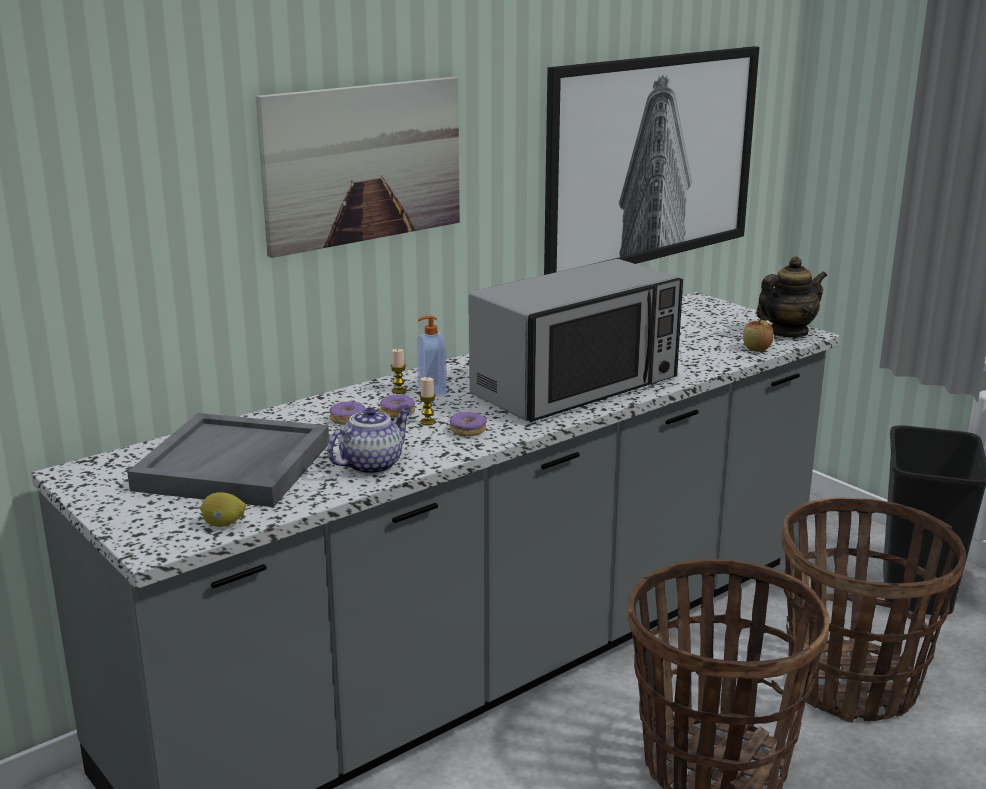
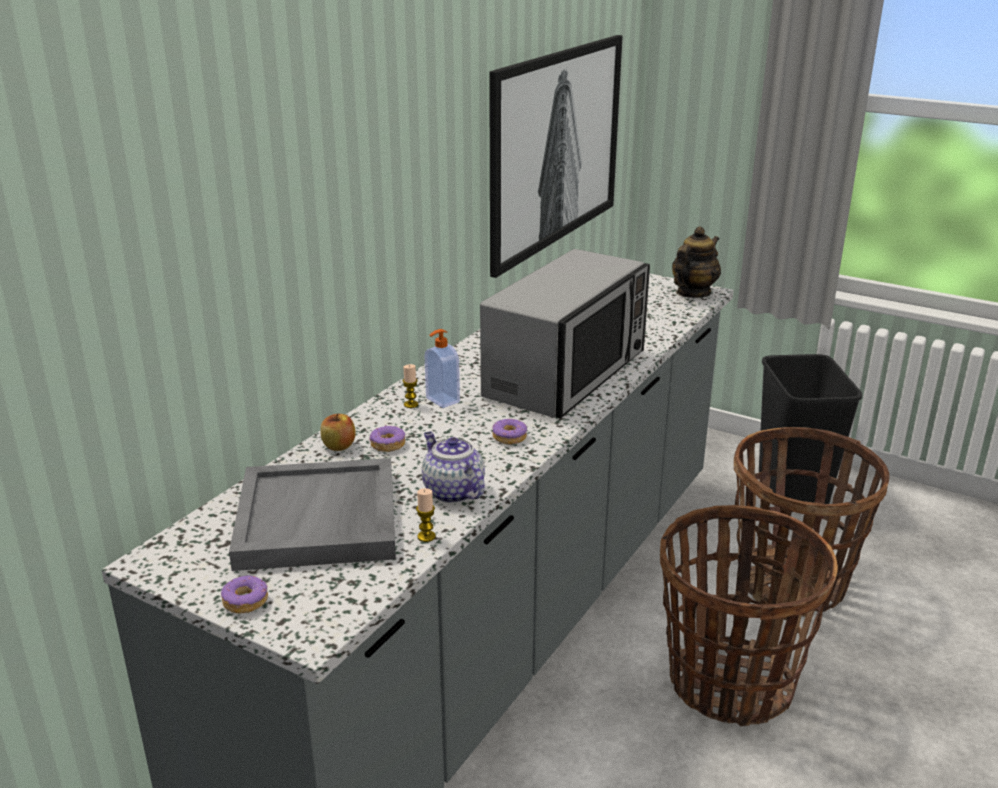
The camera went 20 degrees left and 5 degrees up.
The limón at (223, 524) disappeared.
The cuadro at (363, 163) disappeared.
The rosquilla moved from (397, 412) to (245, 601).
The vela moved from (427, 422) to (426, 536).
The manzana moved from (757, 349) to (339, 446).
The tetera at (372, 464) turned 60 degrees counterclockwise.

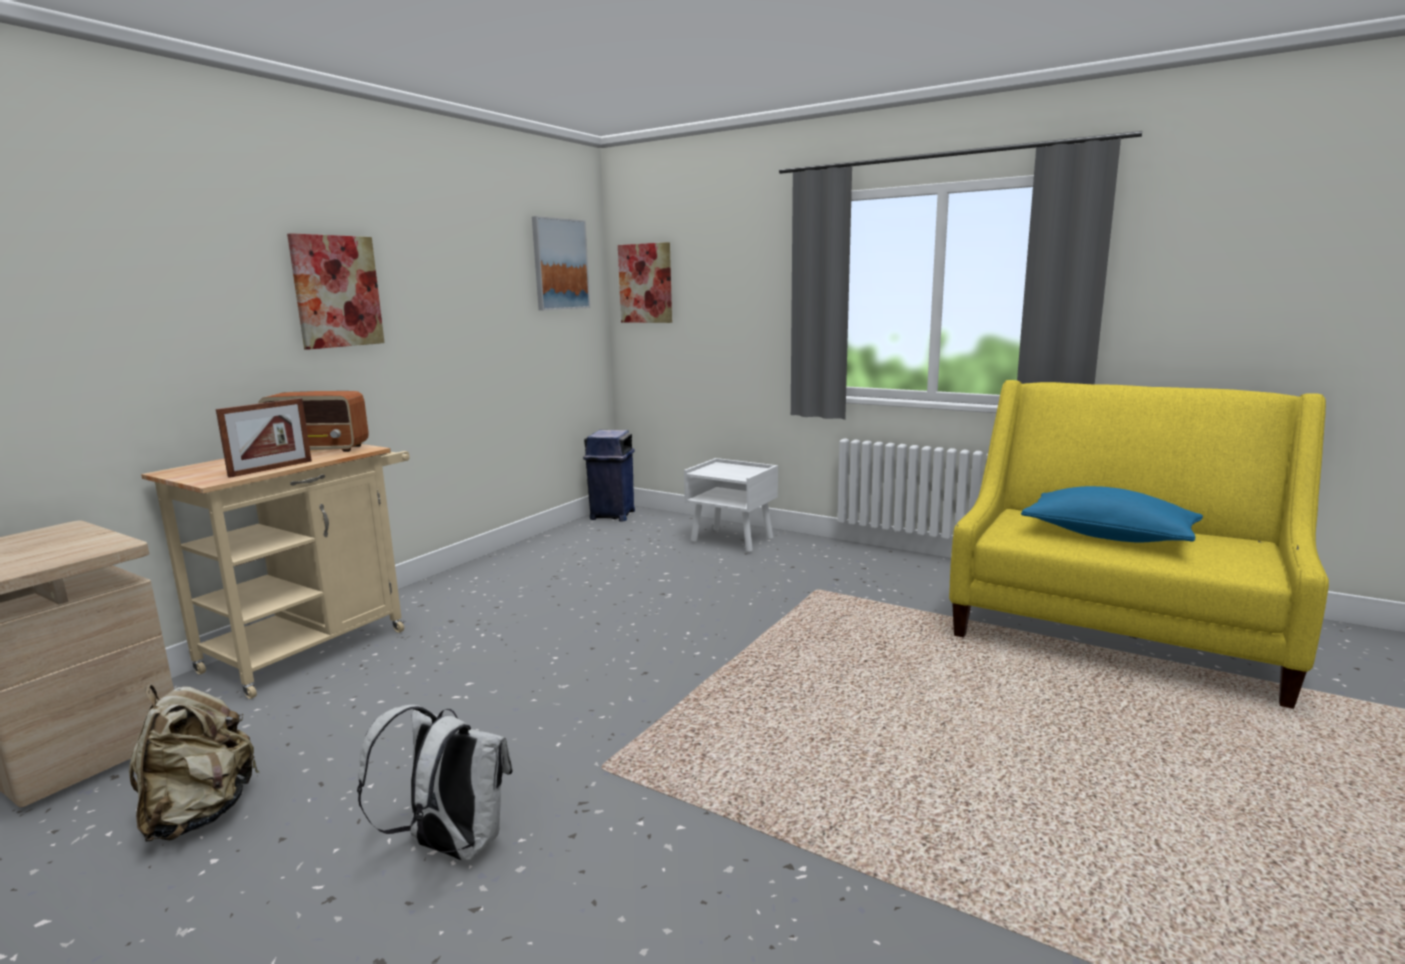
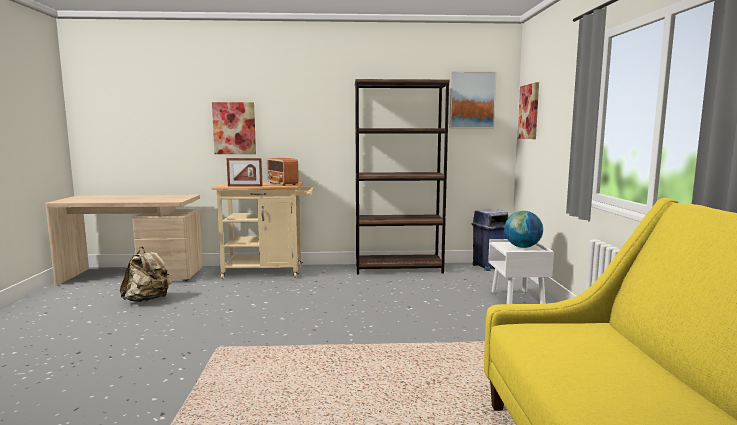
The camera went 55 degrees right and 5 degrees down.
The mochila [blanco] at (450, 846) disappeared.
The cojín [azul] at (1108, 536) disappeared.
The estantería [marrón] at (399, 268) appeared.
The globo terráqueo at (522, 247) appeared.
The cuadro moved from (337, 291) to (234, 128).

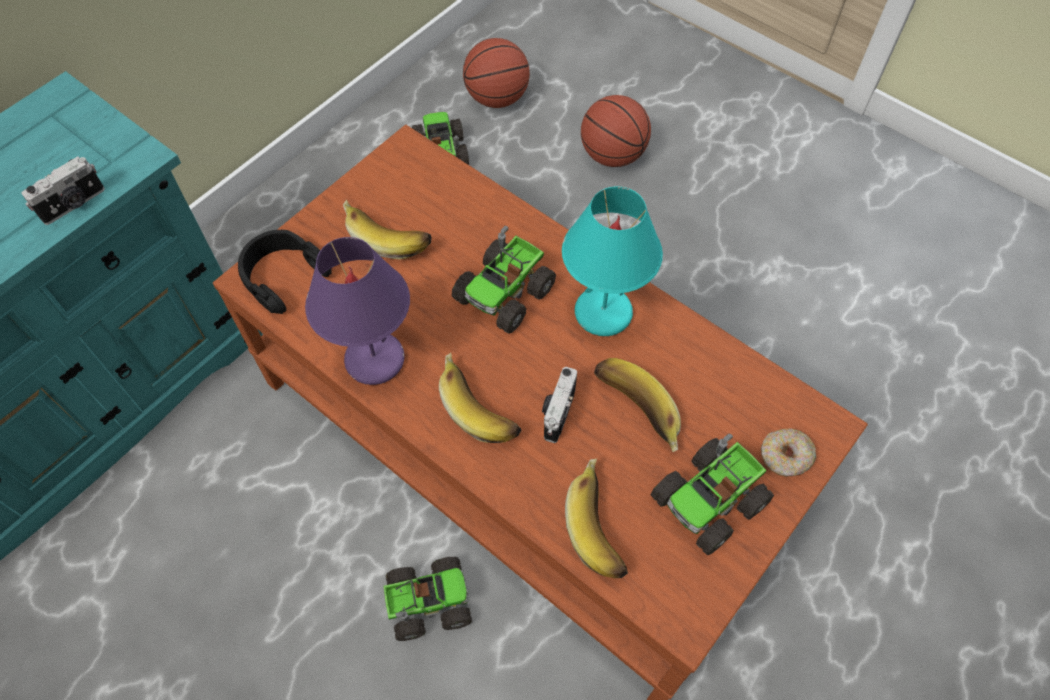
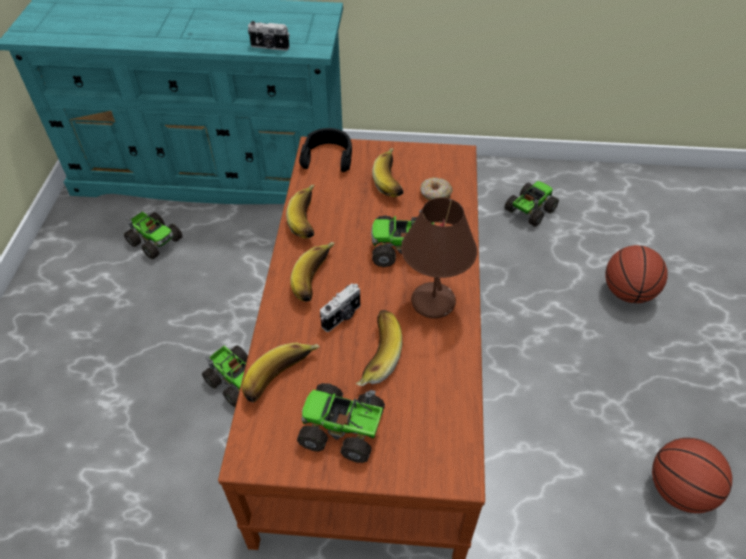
The camera went 55 degrees right and 10 degrees down.
The camión de juguete at (155, 240) appeared.
The balón de baloncesto moved from (497, 98) to (678, 489).
The rosquilla moved from (785, 457) to (435, 194).
The lámpara de mesa [morado] at (376, 359) was replaced by the plátano at (309, 220).
The lámpara de mesa [turquesa] at (604, 312) became the lámpara de mesa [marrón] at (434, 302).
The cámara at (557, 412) turned 150 degrees clockwise.

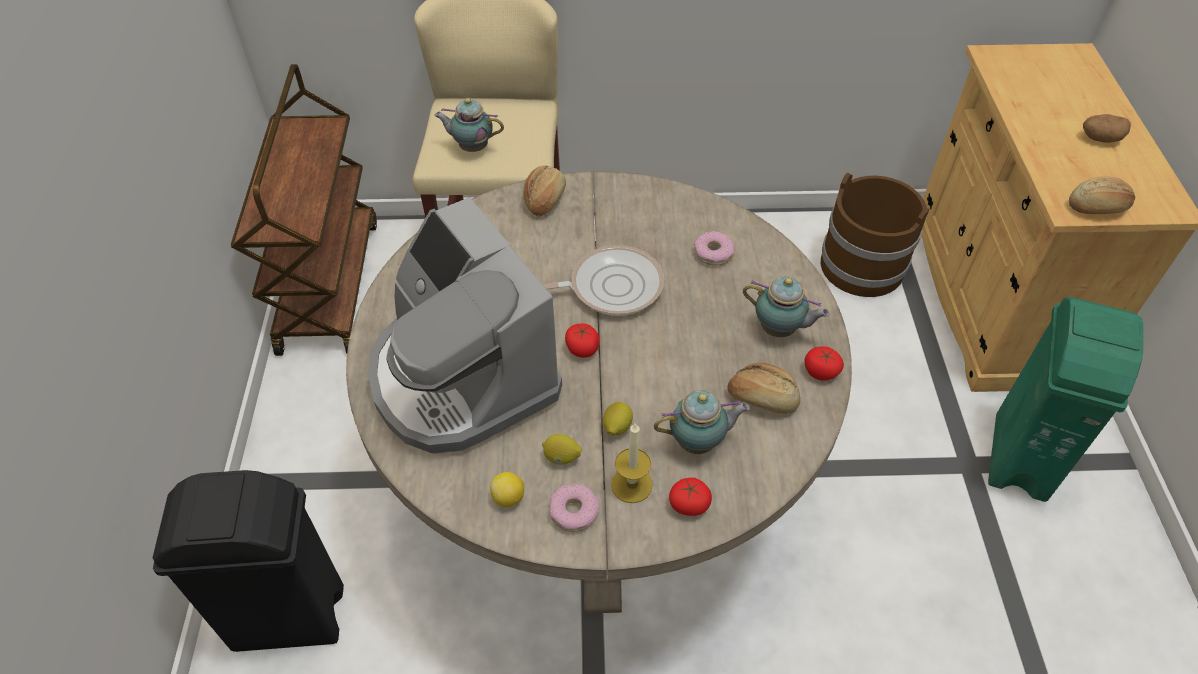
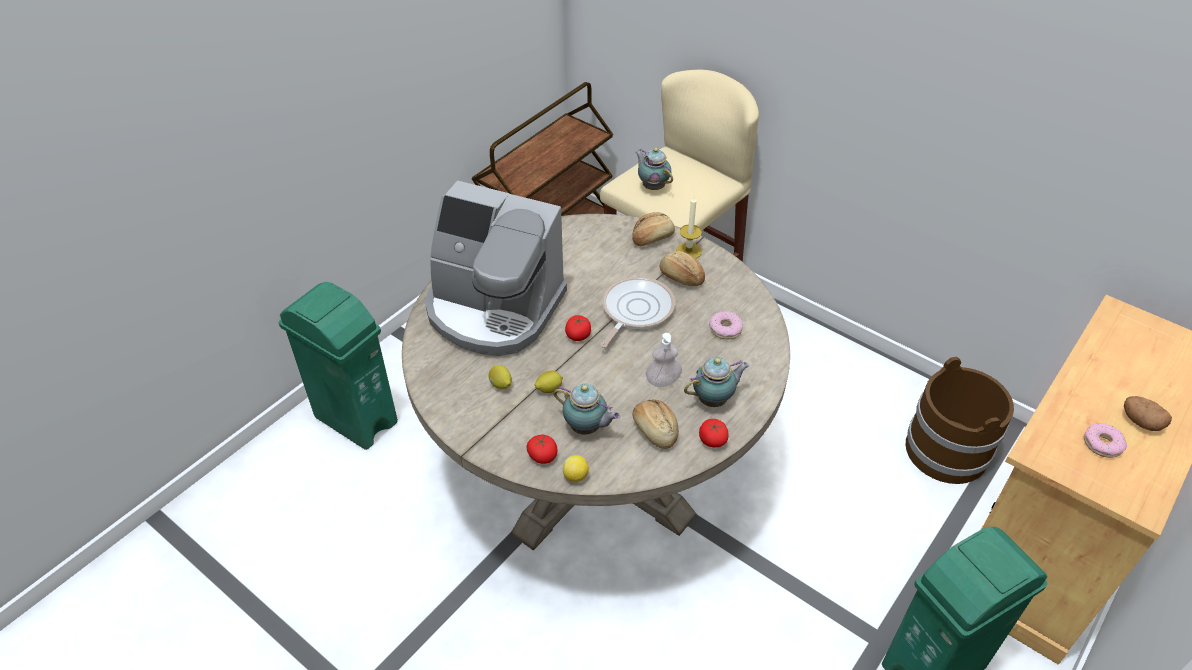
The camera went 40 degrees right and 5 degrees down.
The dispensador de jabón at (663, 380) appeared.
The limón moved from (508, 497) to (576, 476).
The rosquilla moved from (574, 511) to (1102, 444).
The vela moved from (631, 484) to (688, 251).
The pan moved from (1098, 208) to (681, 277).
The papelera [negro] at (288, 617) became the papelera [verde] at (356, 419).
The cafetera at (461, 378) turned 75 degrees counterclockwise.
The sartén at (610, 286) turned 90 degrees counterclockwise.
The tetera at (779, 330) turned 90 degrees counterclockwise.

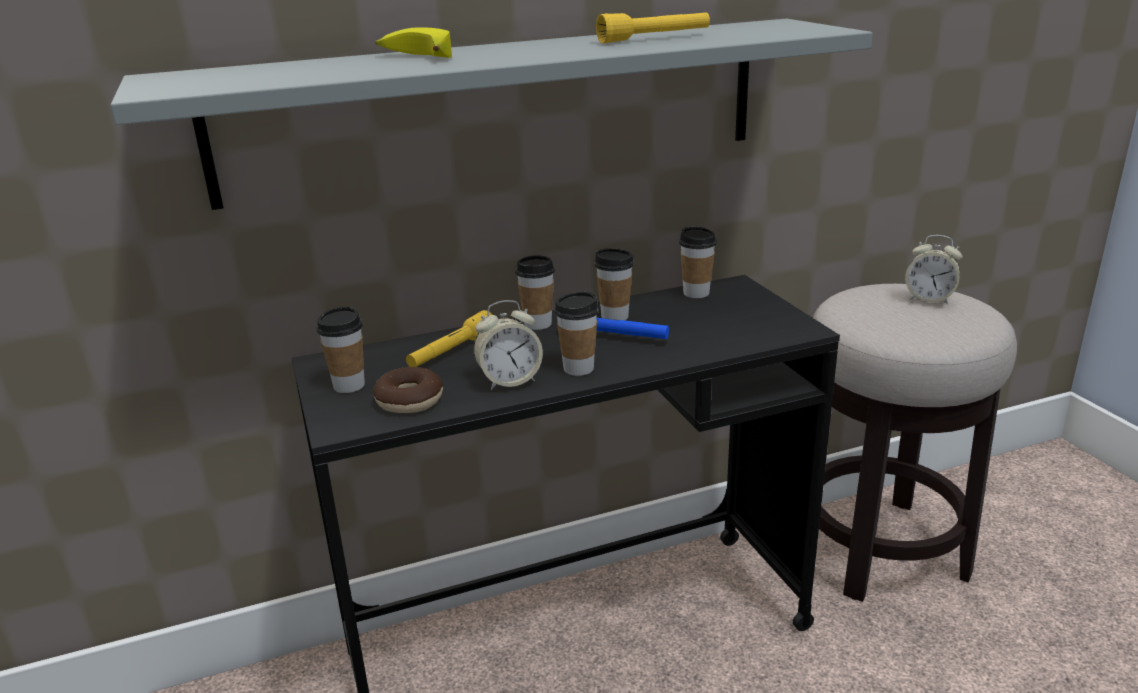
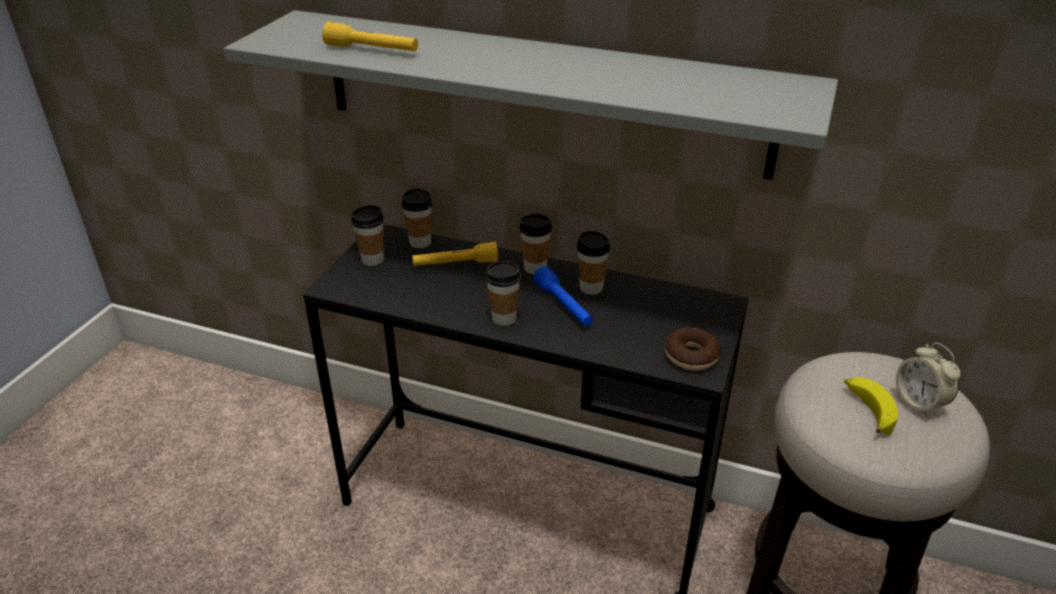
The camera went 40 degrees right and 10 degrees up.
The despertador at (509, 381) disappeared.
The rosquilla moved from (409, 400) to (691, 356).
The plátano moved from (415, 57) to (867, 410).
The linterna [amarillo] moved from (654, 38) to (372, 50).
The taza moved from (696, 293) to (420, 242).

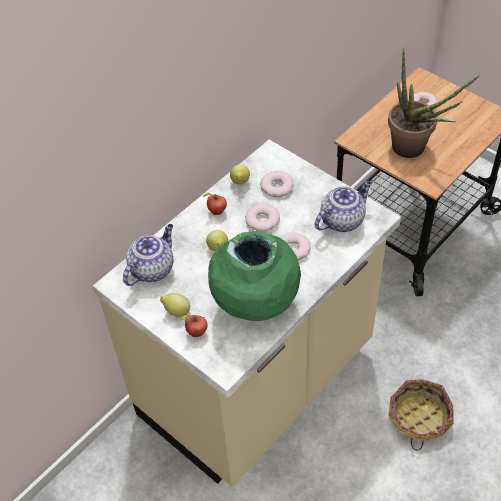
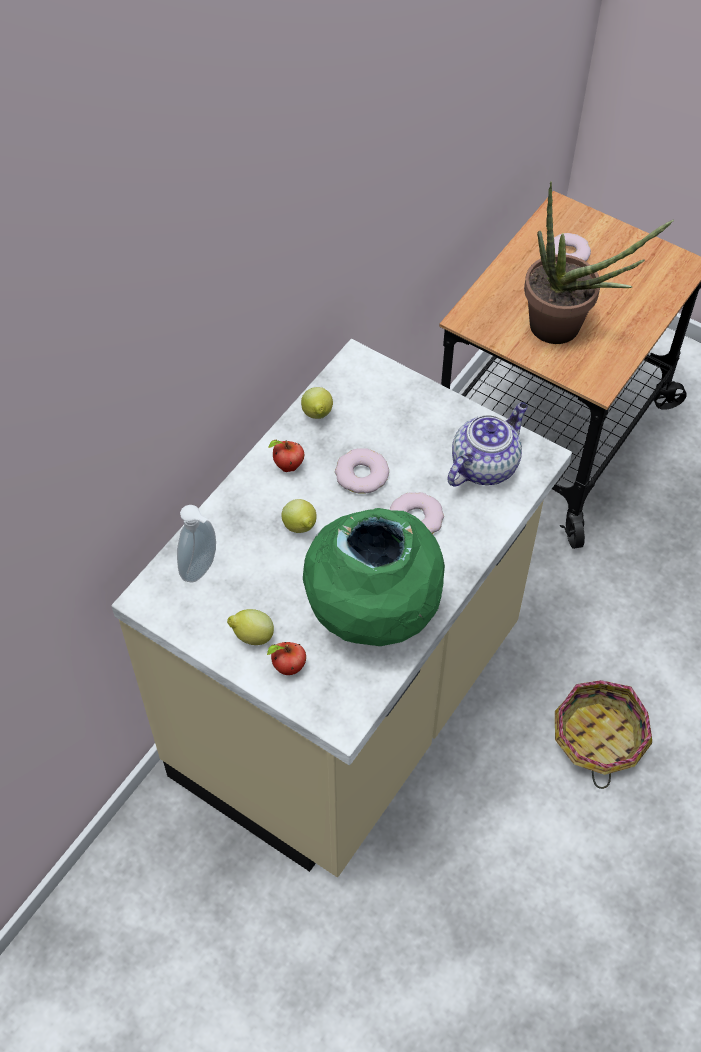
The camera went 10 degrees left and 5 degrees up.
The rosquilla at (277, 187) disappeared.
The tetera at (152, 268) was replaced by the dispensador de jabón at (202, 569).

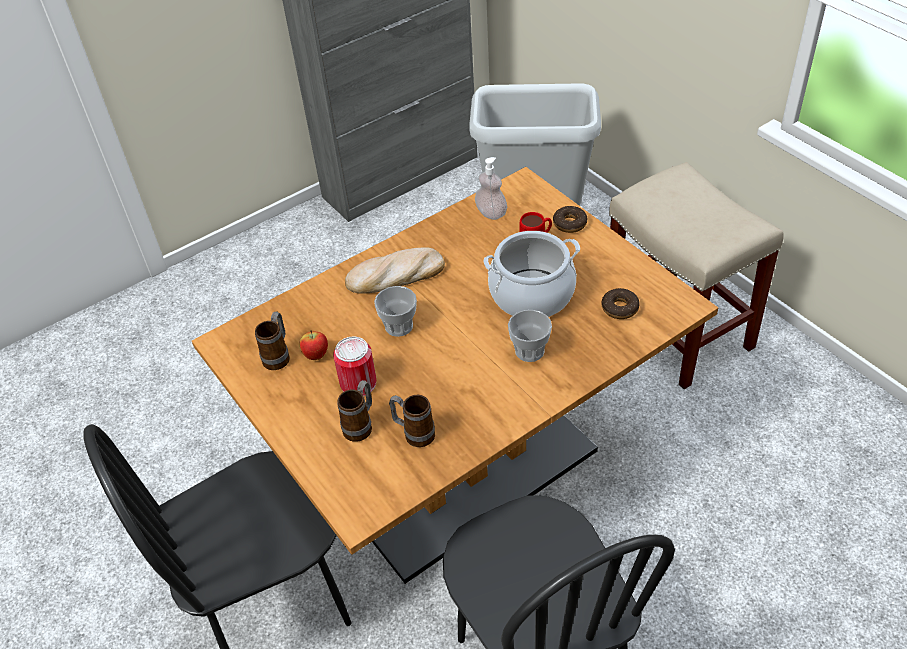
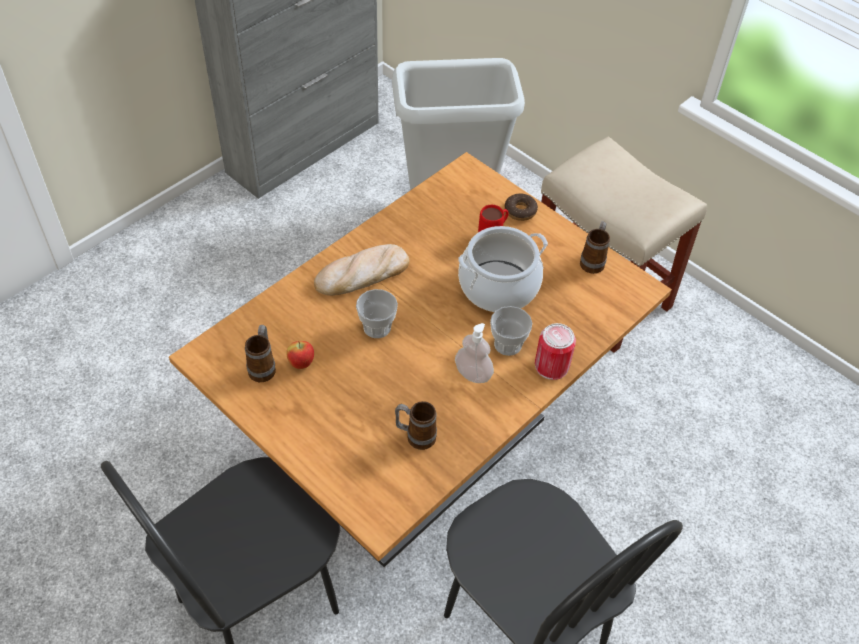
The camera went 15 degrees left and 5 degrees up.
The rosquilla at (619, 308) disappeared.
The lata moved from (358, 383) to (551, 366).
The taza grande moved from (361, 425) to (593, 261).
The dispensador de jabón moved from (491, 213) to (473, 374).

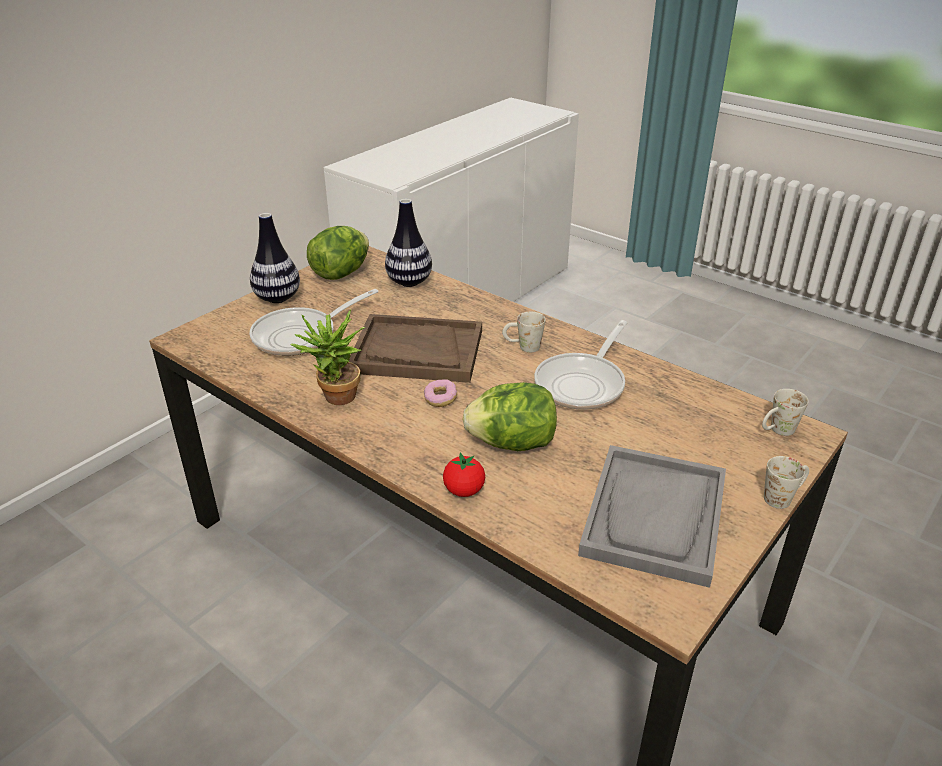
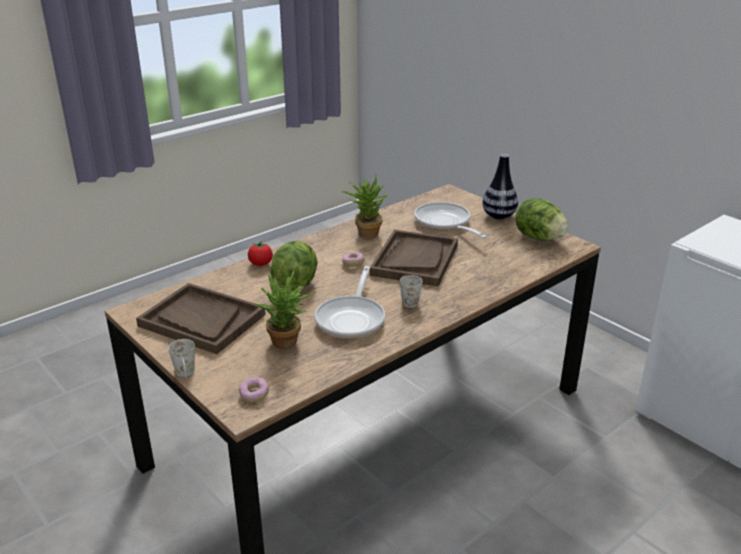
The camera went 100 degrees right and 5 degrees down.
The florero at (409, 282) disappeared.
The planta en maceta at (288, 344) appeared.
The taza grande [blanco] at (777, 431) was replaced by the rosquilla at (254, 395).
The bandeja [gris] at (655, 516) became the bandeja [marrón] at (201, 320).
The sartén at (583, 383) turned 120 degrees counterclockwise.

